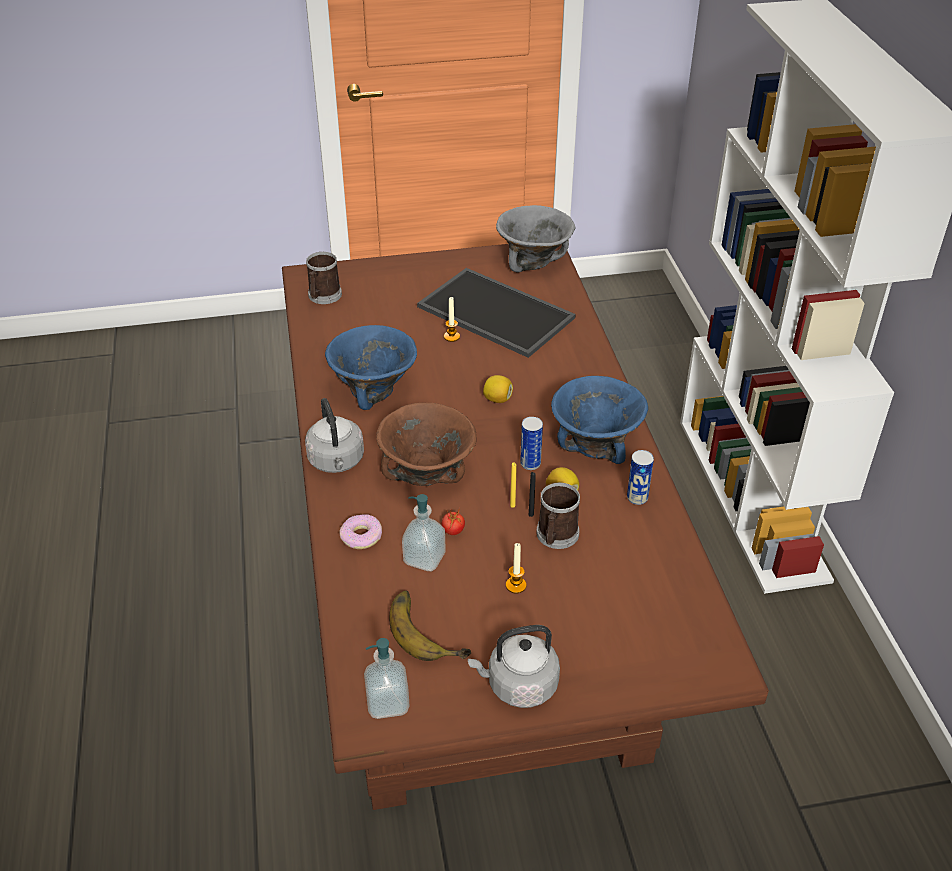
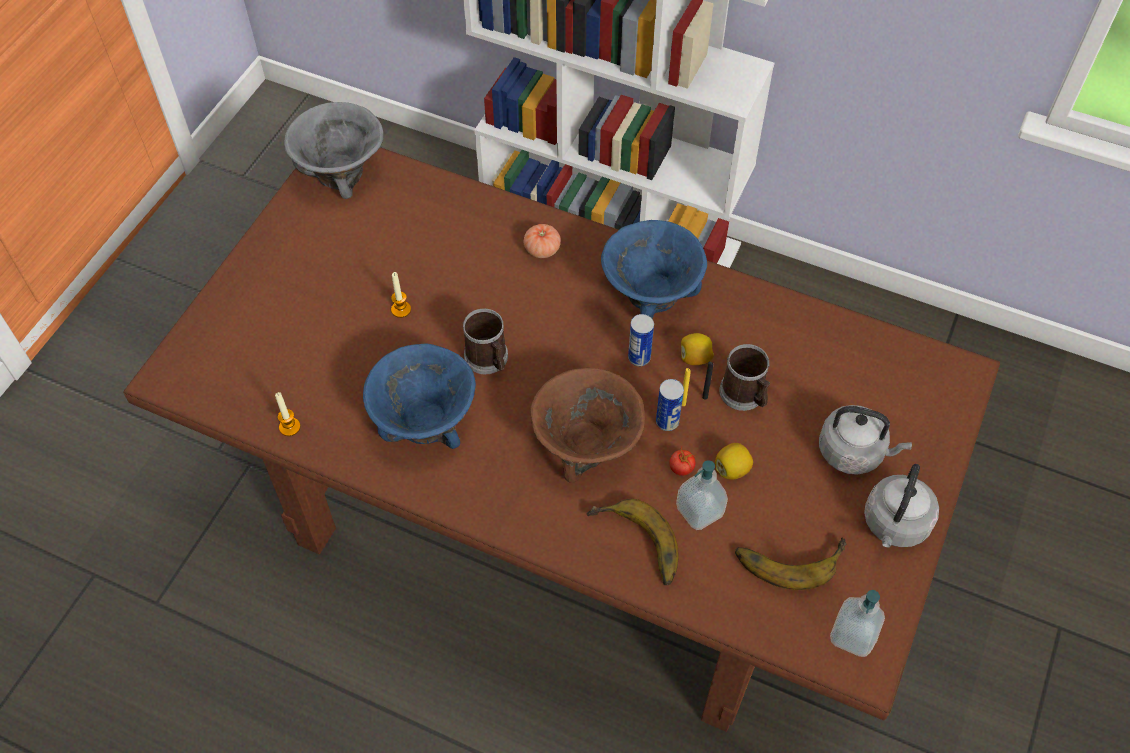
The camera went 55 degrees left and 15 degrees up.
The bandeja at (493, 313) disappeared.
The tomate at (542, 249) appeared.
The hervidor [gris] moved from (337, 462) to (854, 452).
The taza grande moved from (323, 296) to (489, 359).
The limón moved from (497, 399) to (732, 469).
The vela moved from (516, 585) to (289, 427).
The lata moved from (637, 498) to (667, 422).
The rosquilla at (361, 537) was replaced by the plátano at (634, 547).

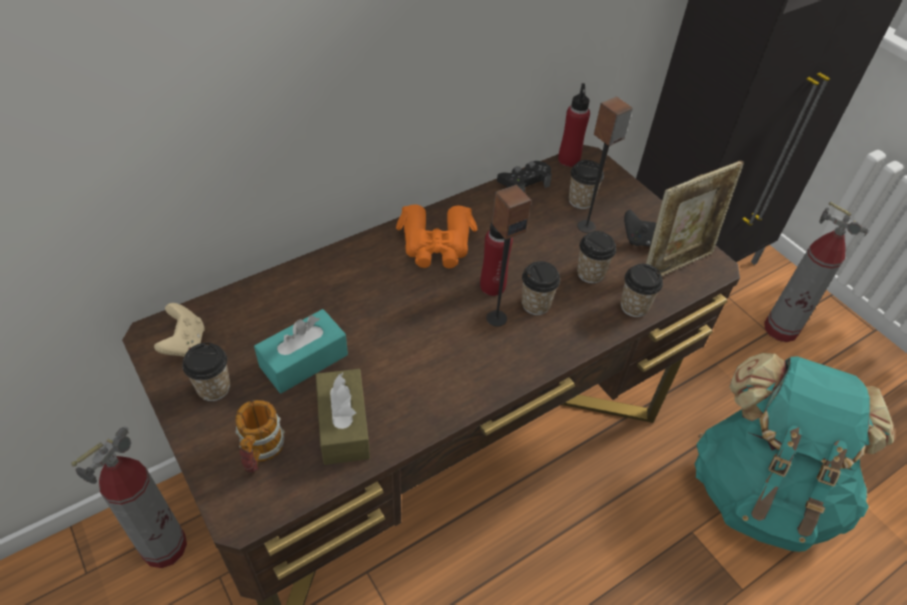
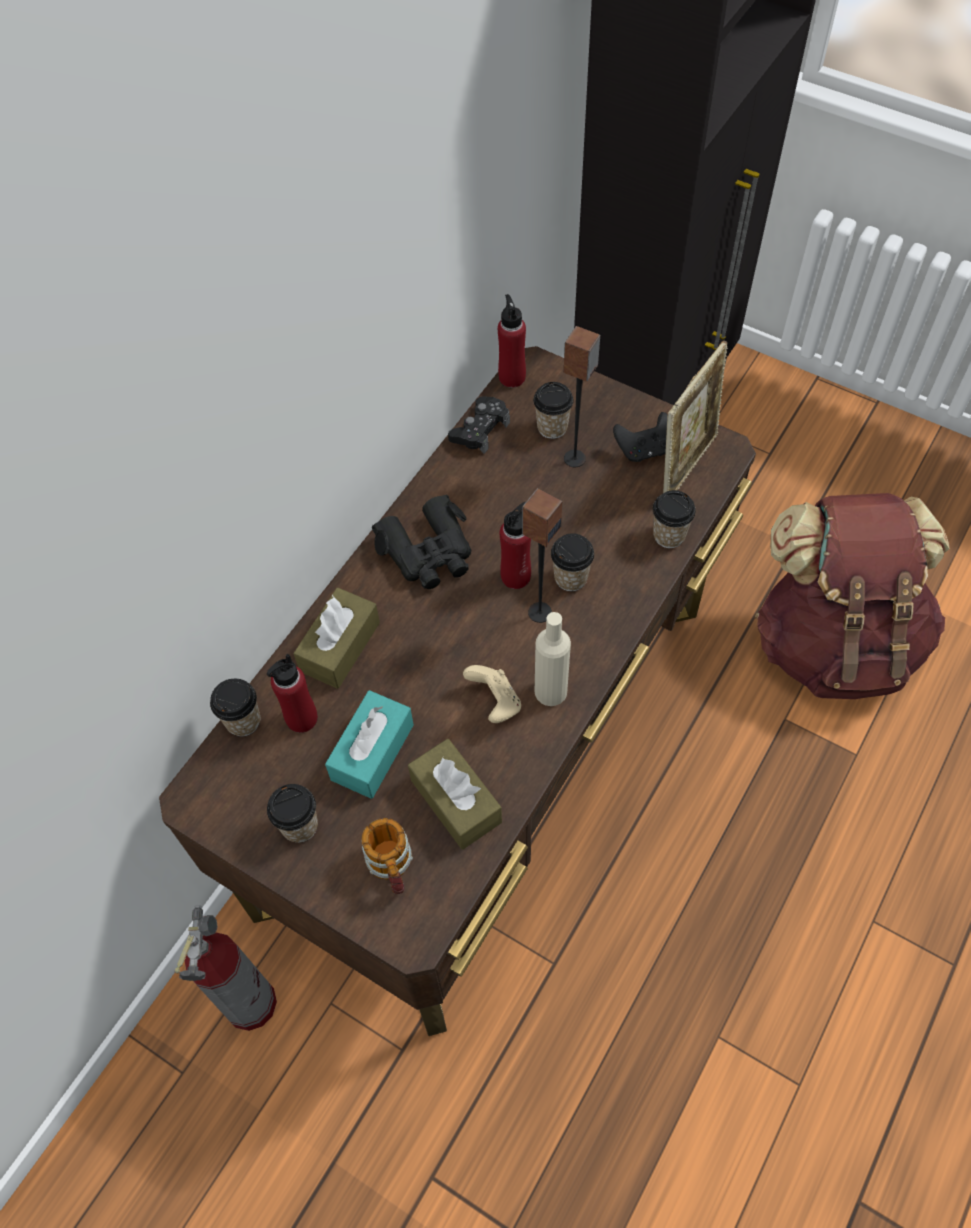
The camera went 20 degrees left and 10 degrees up.
The extintor at (781, 329) disappeared.
The botella [rojo] at (301, 718) appeared.
The caja de pañuelos [marrón] at (340, 646) appeared.
The botella [beis] at (550, 691) appeared.
The mando de consola [beis] moved from (185, 344) to (495, 702).
The taza moved from (590, 273) to (243, 721).
The prismáticos [naranja] at (436, 244) became the prismáticos [negro] at (429, 552).
The mochila [turquesa] at (762, 491) became the mochila [marrón] at (834, 642).

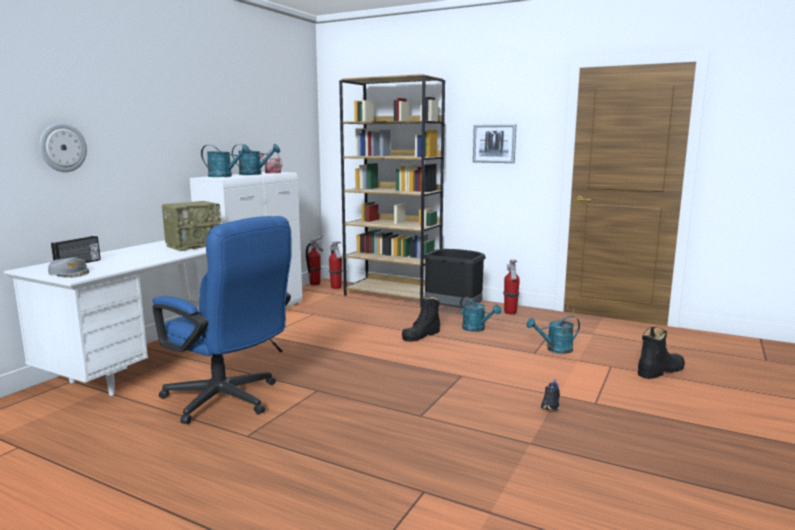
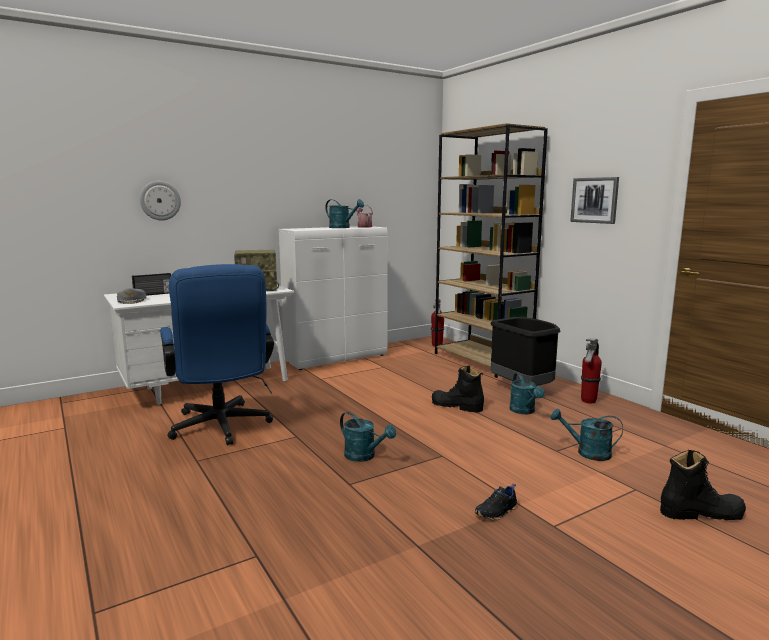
The camera went 30 degrees right and 0 degrees up.
The extintor at (315, 284) disappeared.
The regadera [turquesa] moved from (224, 176) to (364, 456).
The bota [negro] at (421, 335) turned 45 degrees clockwise.

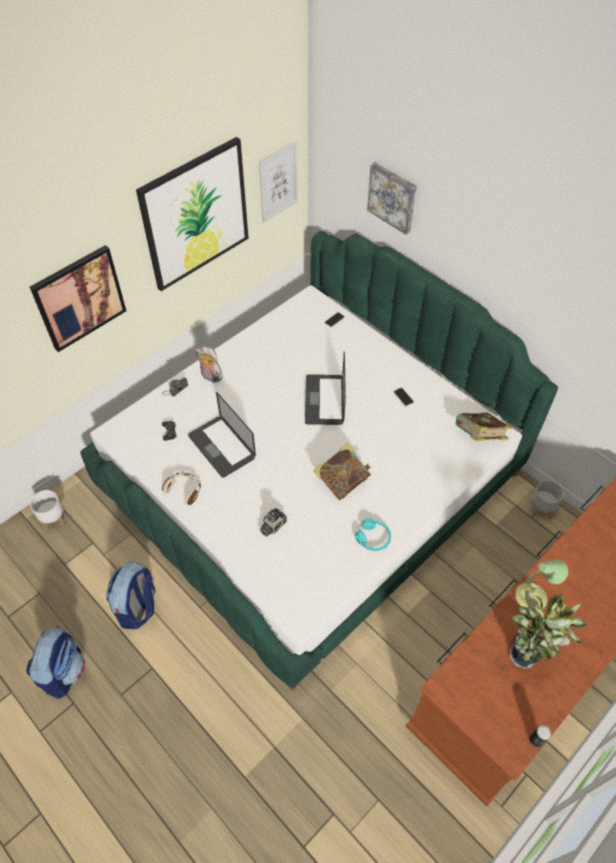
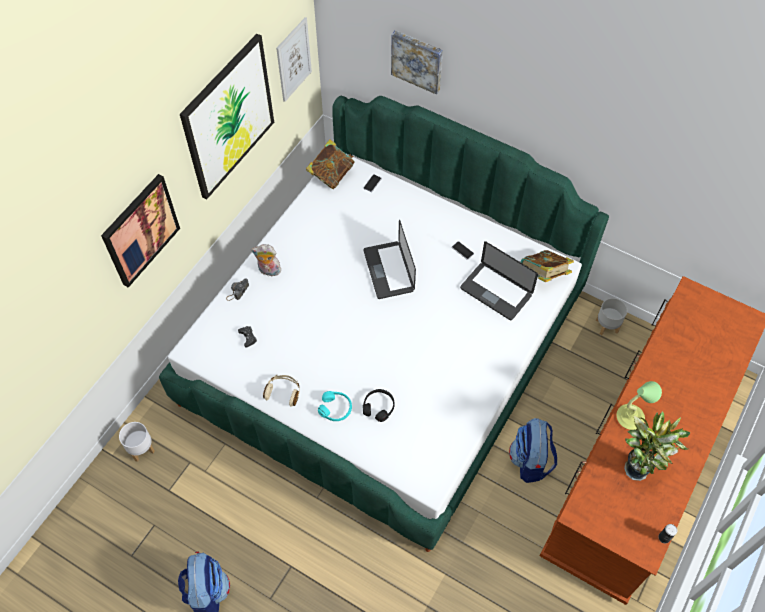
The camera went 15 degrees left and 5 degrees up.
The mochila moved from (138, 607) to (530, 461).
The portátil moved from (221, 447) to (496, 292).
The libro moved from (342, 481) to (331, 175).
The auriculares [turquesa] moved from (373, 538) to (335, 408).
The cámara at (272, 526) was replaced by the auriculares [negro] at (378, 407).

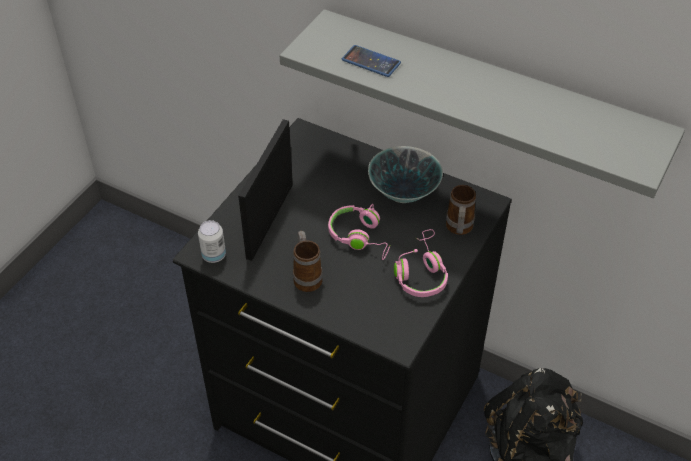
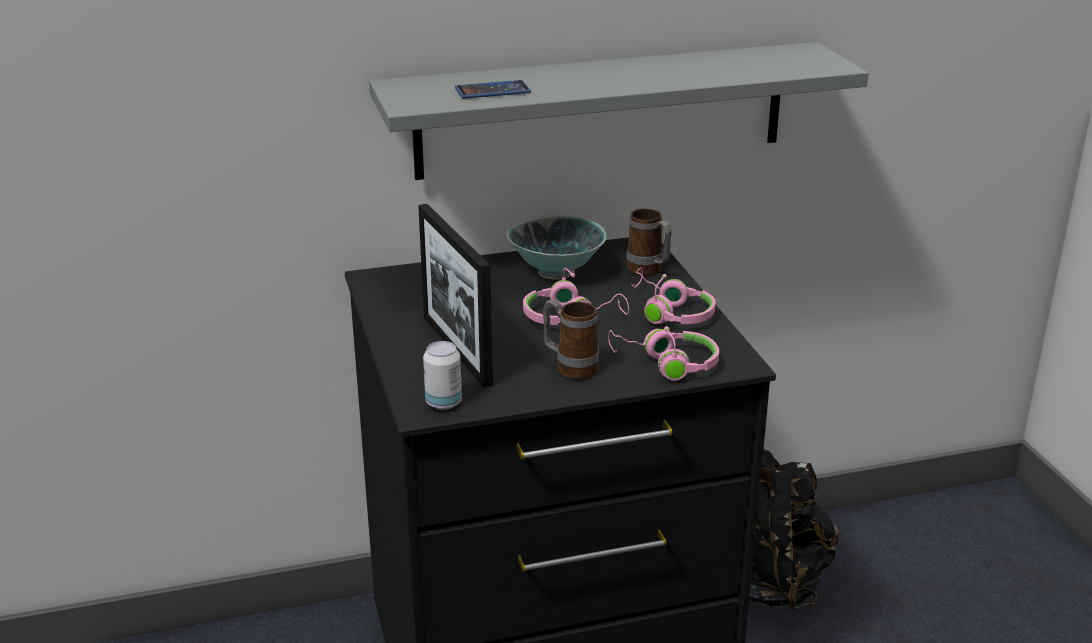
The camera went 45 degrees left and 20 degrees down.
The auriculares [rosa] at (666, 364) appeared.

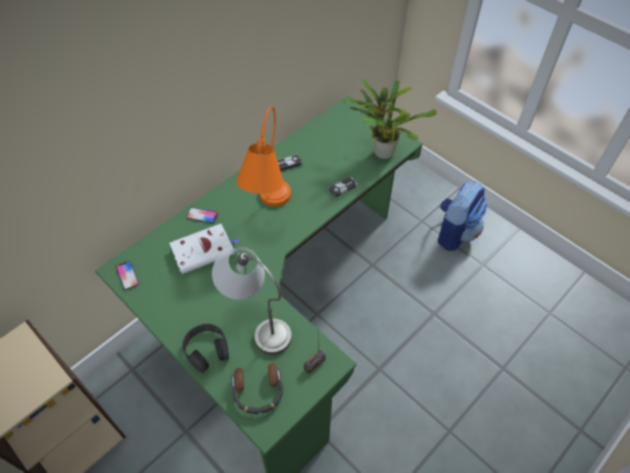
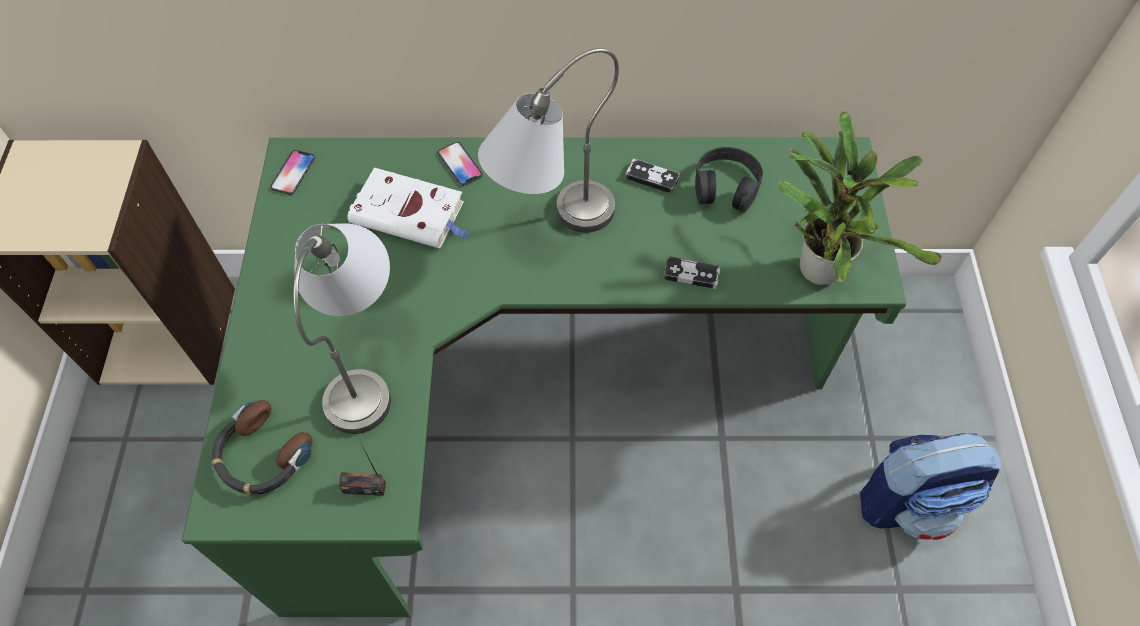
The camera went 45 degrees right and 5 degrees up.
The auriculares [negro] moved from (207, 350) to (726, 186).
The lámpara de mesa [naranja] at (268, 210) became the lámpara de mesa [gris] at (550, 225).

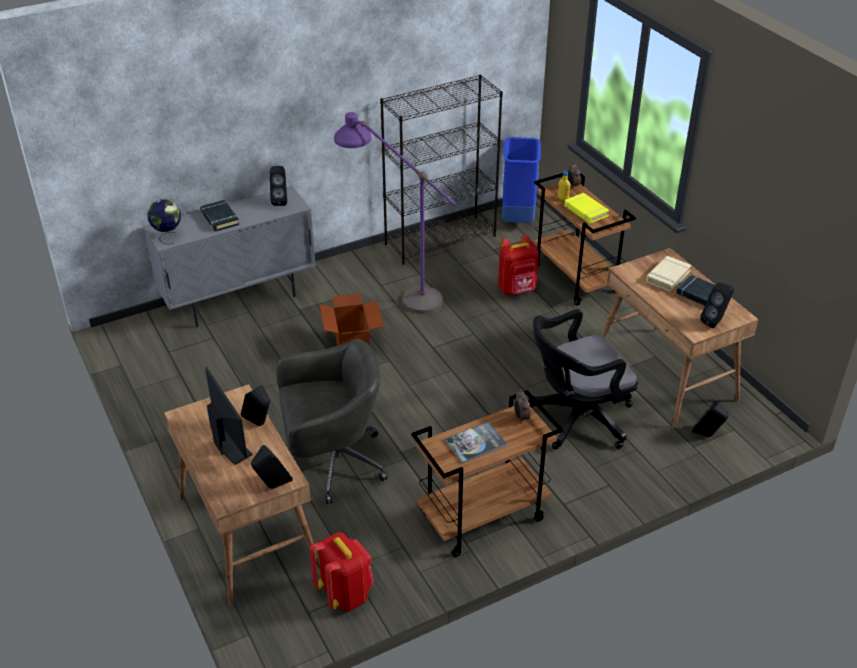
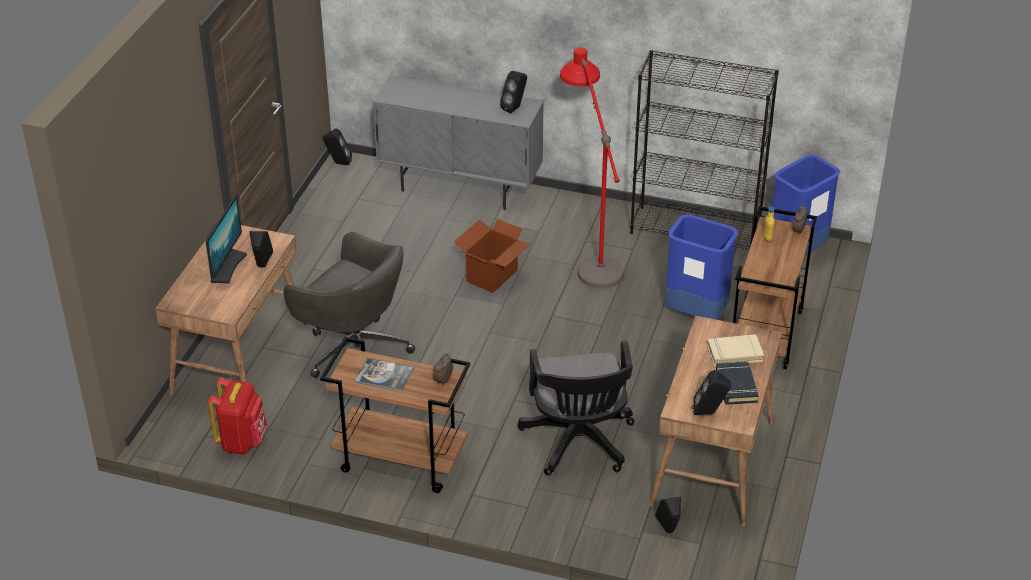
The camera went 45 degrees right and 0 degrees up.
The globo terráqueo at (168, 236) disappeared.
The libro [negro] at (219, 218) disappeared.
The libro [amarillo] at (585, 211) disappeared.
The altavoz [negro] moved from (272, 486) to (338, 163).
The mochila [rojo] at (517, 290) was replaced by the papelera [azul] at (696, 313).
The lámpara de pie [morado] at (396, 292) became the lámpara de pie [rojo] at (590, 253).
The silla de oficina [negro] at (575, 419) turned 120 degrees counterclockwise.

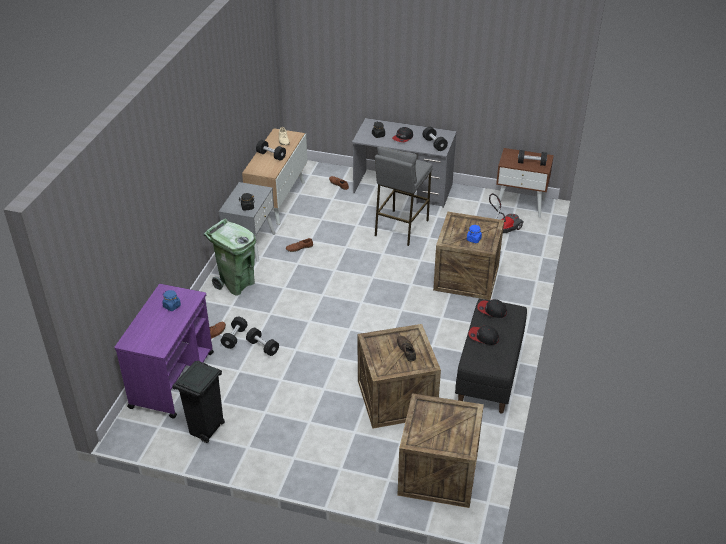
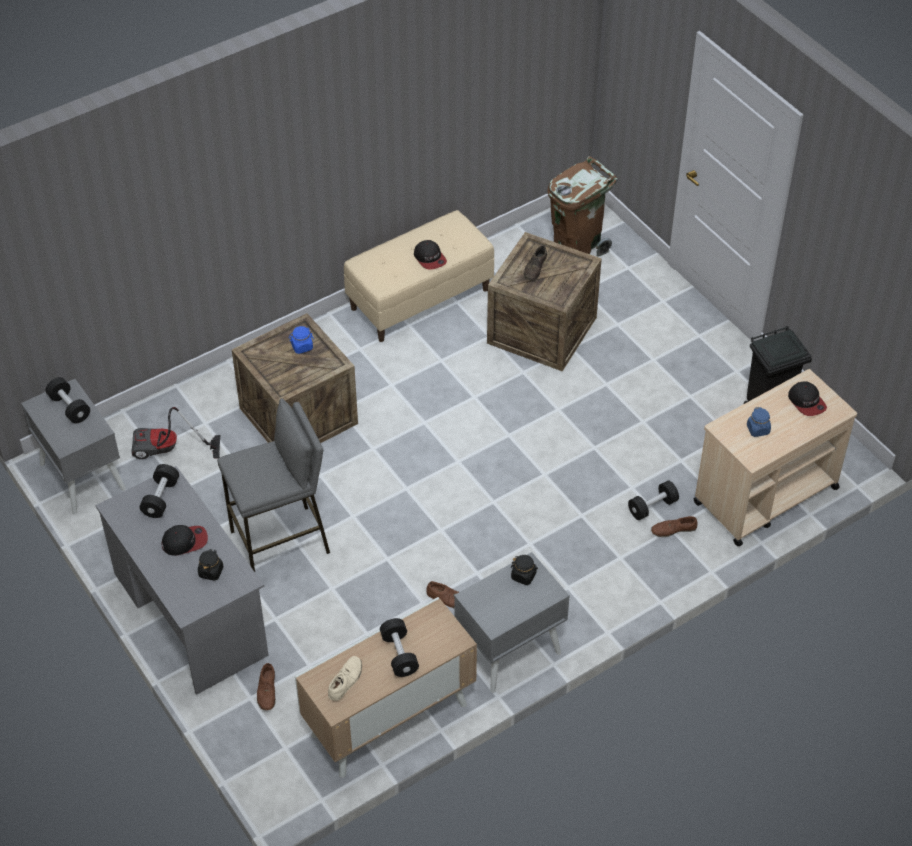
The camera went 140 degrees left and 10 degrees up.
The papelera [verde] at (236, 284) disappeared.
The mancuerna [negro] at (263, 347) disappeared.
The gorra moved from (491, 310) to (807, 402).
The caja de embalaje at (438, 473) was replaced by the papelera [marrón] at (577, 247).
The carrito [morado] at (173, 379) became the carrito [beis] at (764, 495).
The banco [negro] at (490, 373) became the banco [beis] at (420, 298).
The mesita de noche [marrón] at (520, 204) became the mesita de noche [gris] at (82, 476).

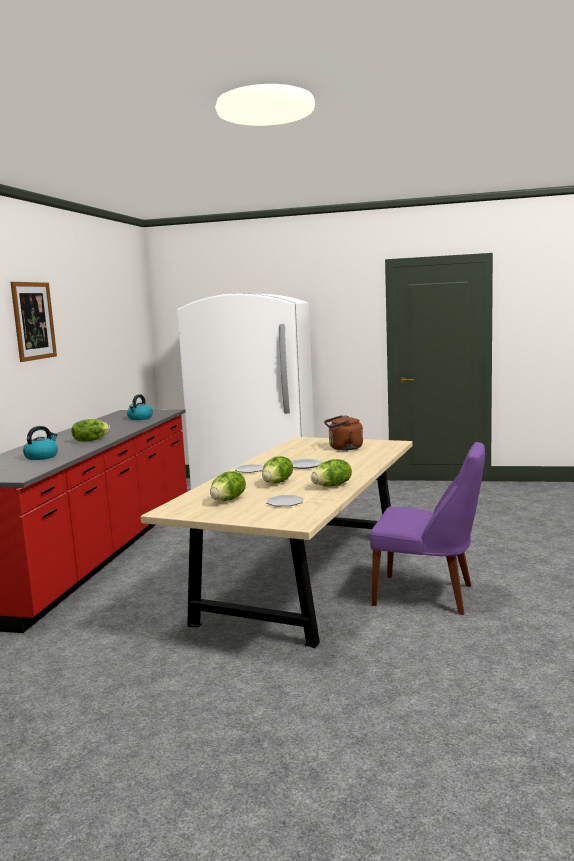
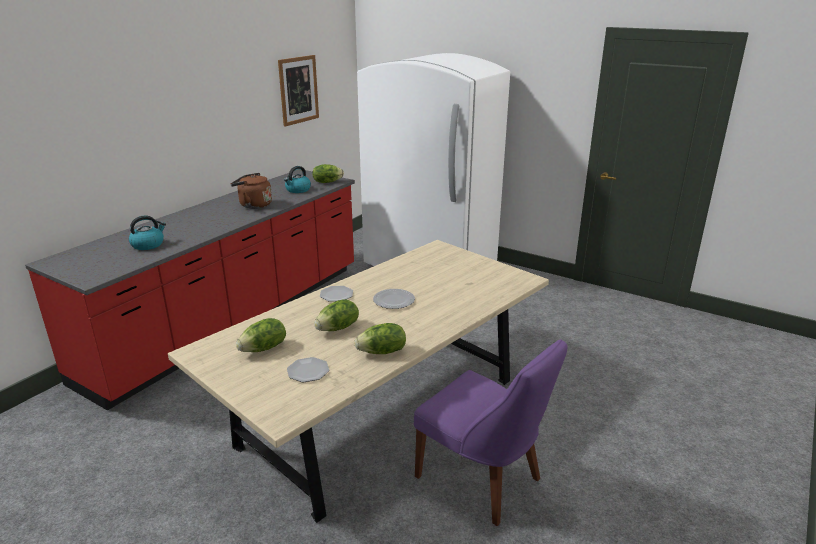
The camera went 20 degrees right and 15 degrees up.
The cuadro moved from (33, 321) to (298, 90).
The lechuga moved from (90, 440) to (327, 182).
The hervidor [marrón] moved from (343, 448) to (253, 205).

